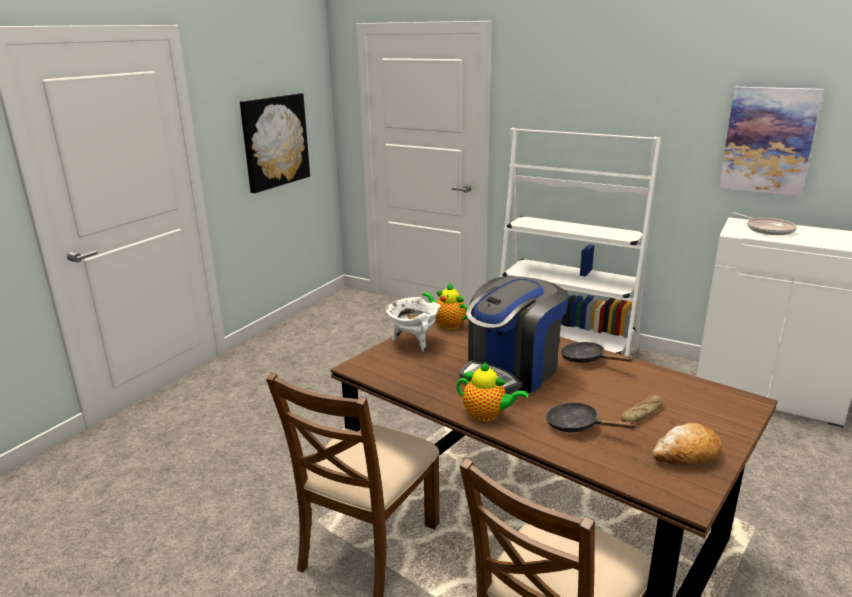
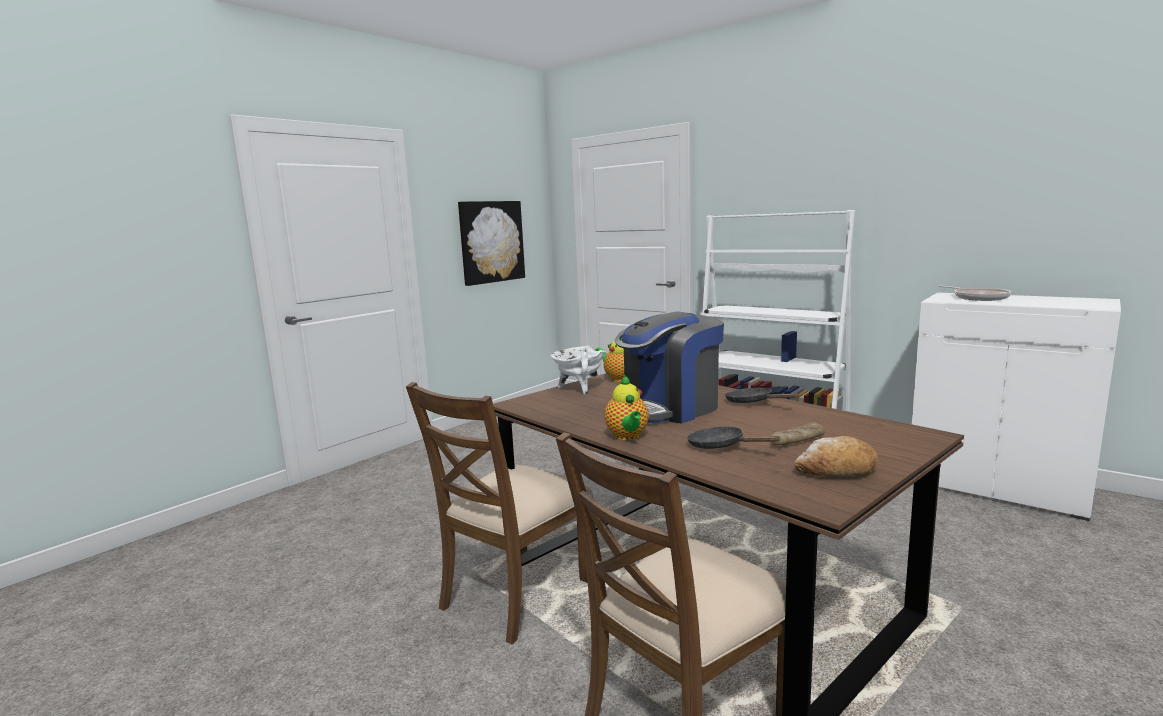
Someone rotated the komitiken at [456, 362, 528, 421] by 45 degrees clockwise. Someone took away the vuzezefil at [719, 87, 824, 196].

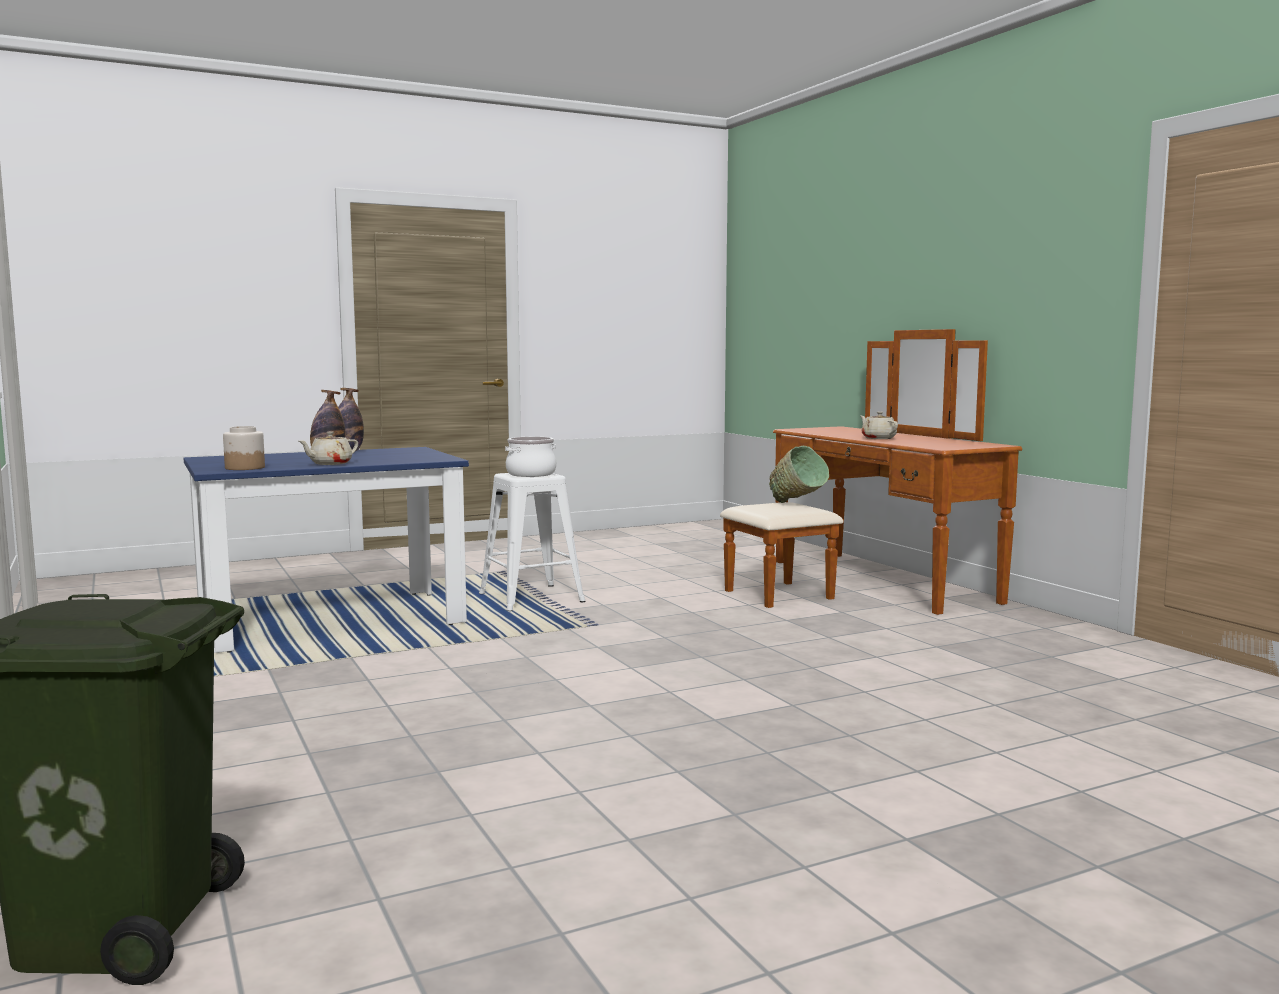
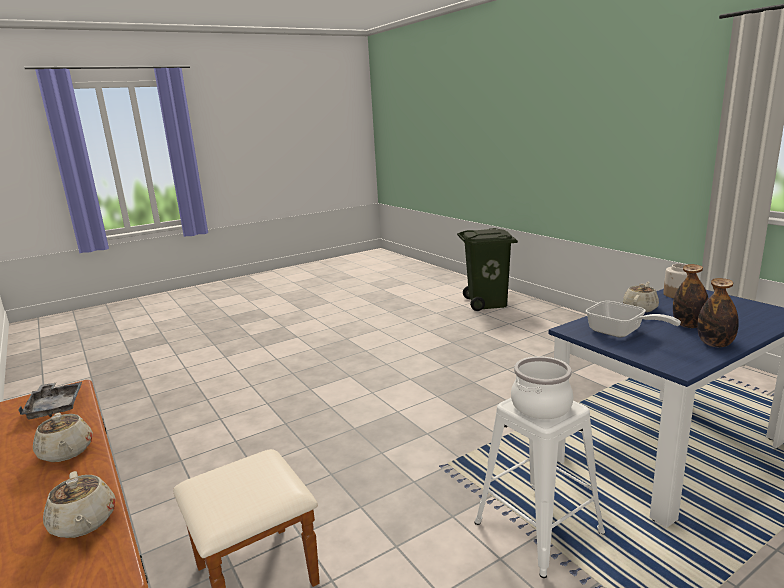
Someone took away the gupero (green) at [769, 446, 829, 503]. Someone put down the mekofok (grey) at [18, 382, 82, 420]. Someone put down the komitiken (beige) at [43, 471, 115, 538]. Someone put down the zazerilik at [586, 301, 681, 338].

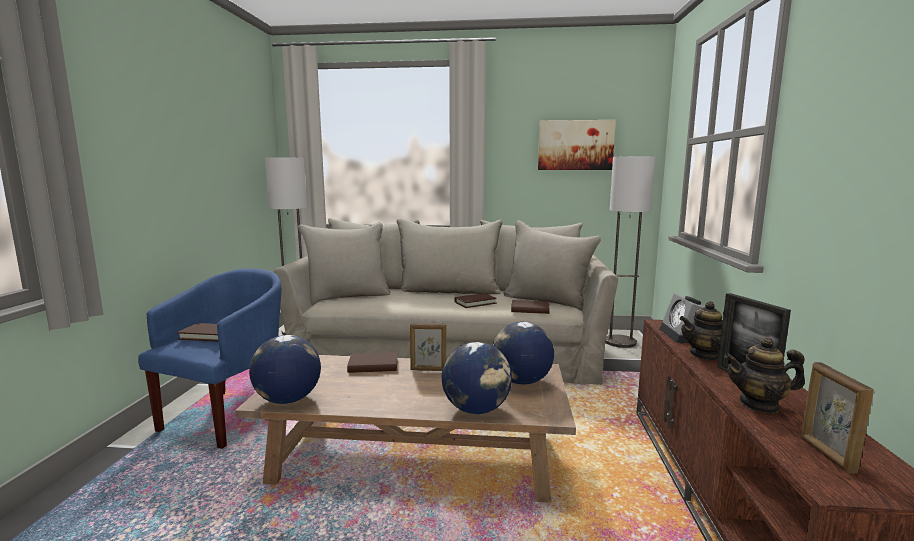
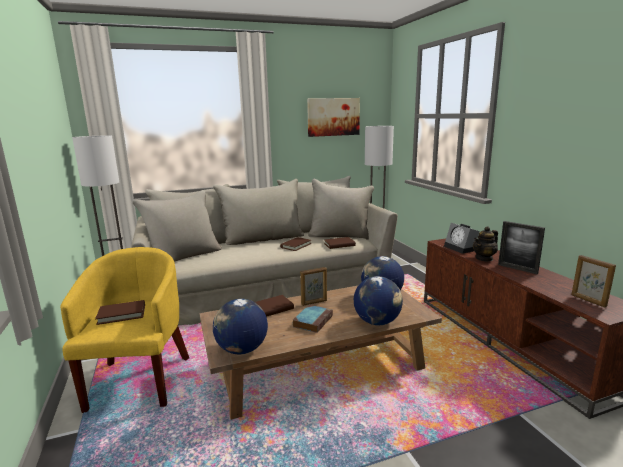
Someone repainted the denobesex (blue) at [138, 269, 282, 449], which became the denobesex (yellow) at [60, 247, 189, 413]. Someone took away the komitiken at [724, 337, 805, 413]. Someone put down the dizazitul at [293, 305, 333, 333].

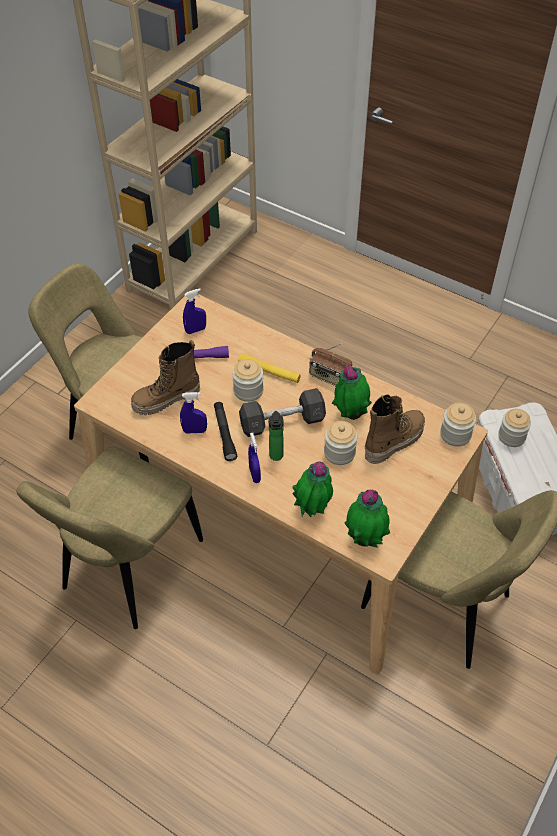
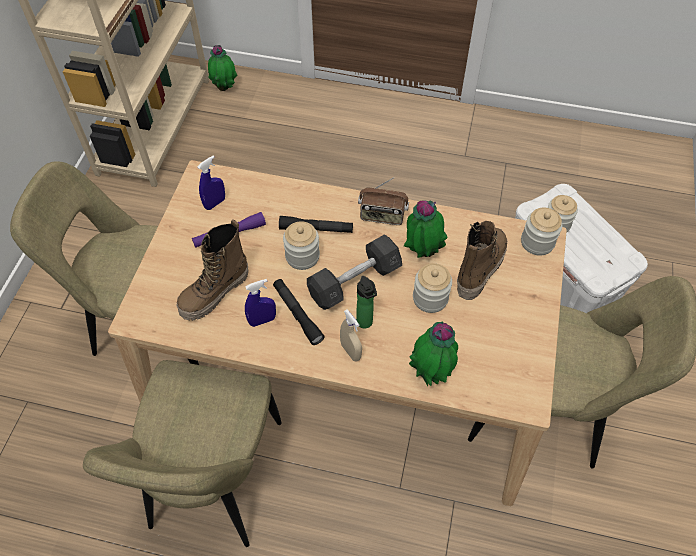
Someone repainted the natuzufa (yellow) at [238, 353, 301, 383], which became the natuzufa (black) at [279, 216, 353, 233]. Someone repainted the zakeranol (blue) at [248, 433, 261, 483], which became the zakeranol (beige) at [340, 310, 362, 362]. Someone carried the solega from [345, 490, 390, 548] to [208, 45, 237, 91].

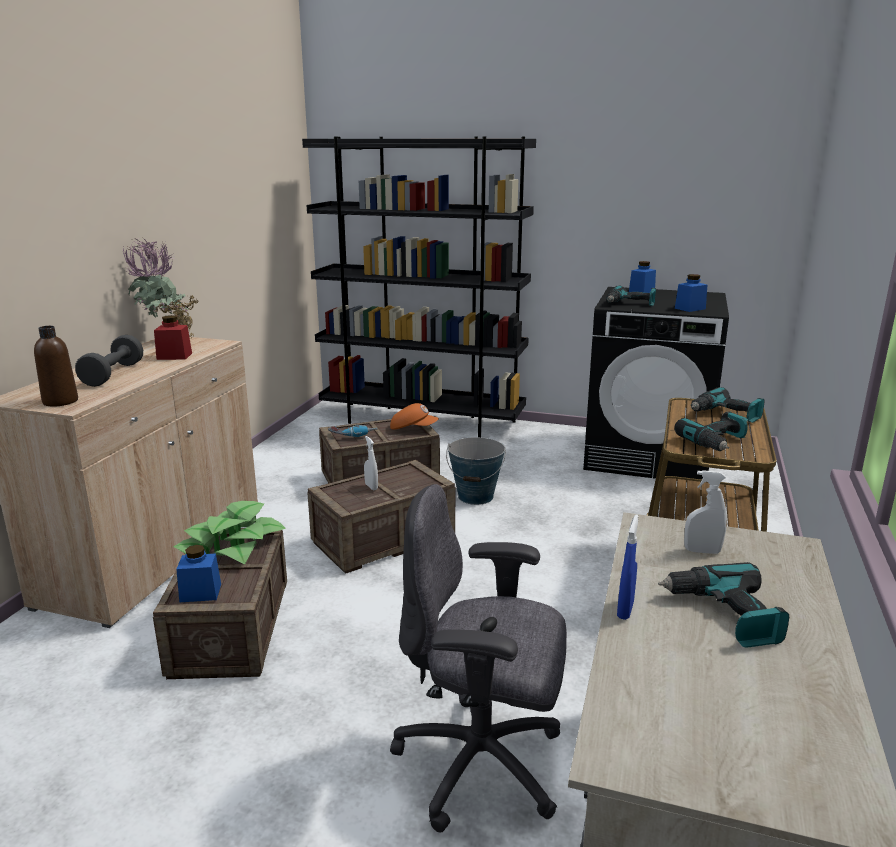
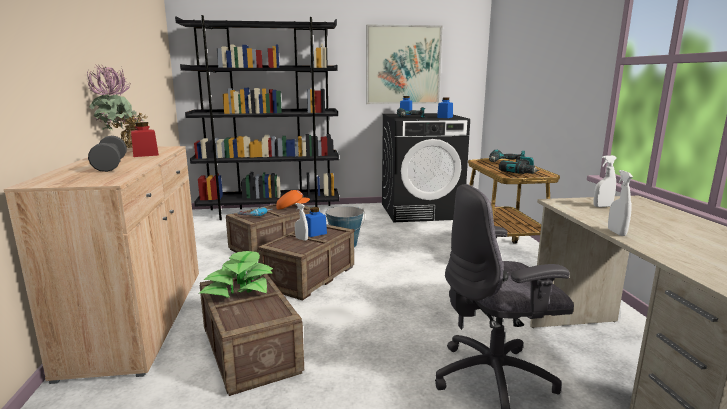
Someone took away the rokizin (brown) at [34, 326, 78, 407]. Someone carried the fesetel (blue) from [176, 545, 221, 603] to [305, 207, 327, 237]. Someone repainted the zakeranol (blue) at [617, 515, 638, 620], which became the zakeranol (white) at [608, 170, 633, 236]. Someone took away the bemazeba at [658, 562, 789, 648]. Someone put up the vuzezefil at [366, 24, 443, 104].

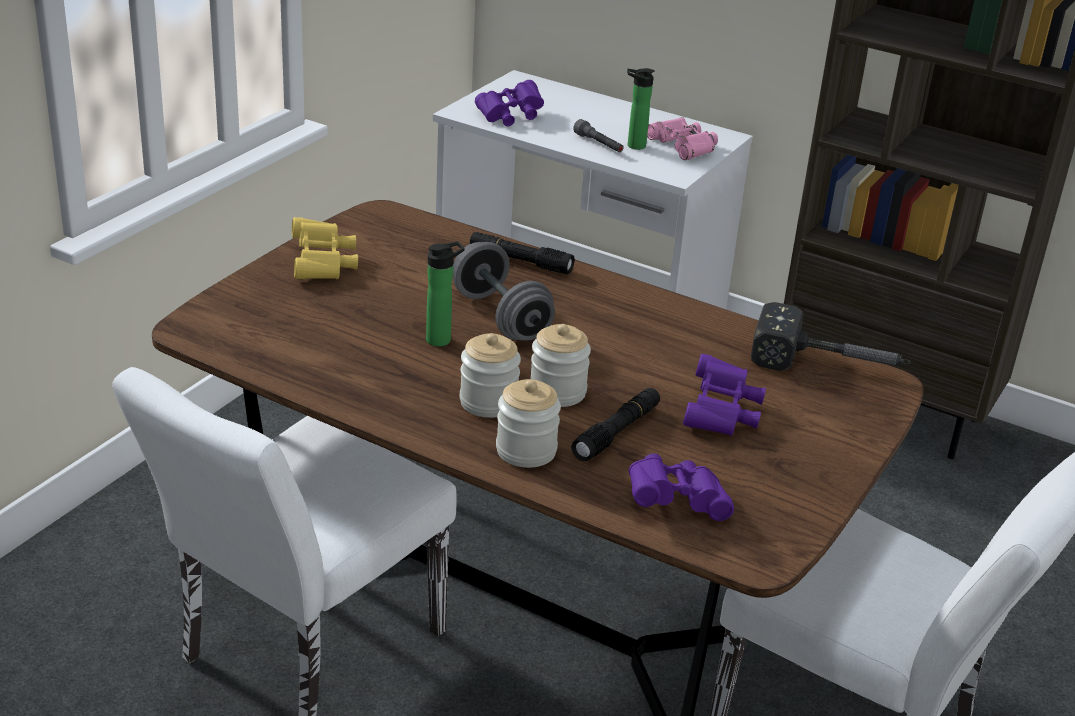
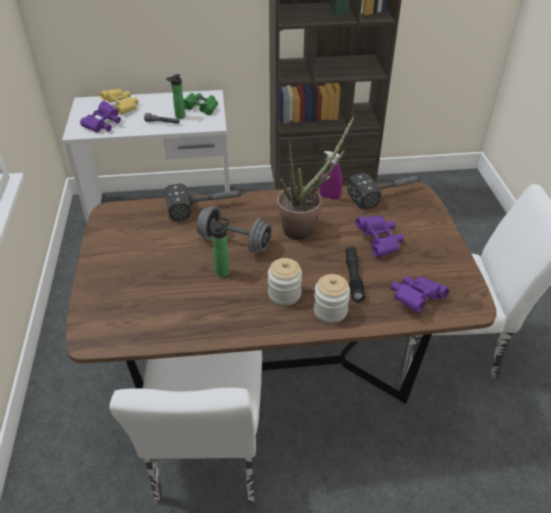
Someone carried the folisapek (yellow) from [292, 217, 358, 279] to [100, 89, 139, 115]. Someone swapped the natuzufa (black) at [470, 232, 575, 274] for the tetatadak at [165, 184, 245, 221]. Someone took away the fesetel at [530, 324, 591, 407]. Someone repainted the folisapek (pink) at [647, 117, 718, 160], which became the folisapek (green) at [184, 93, 218, 115]. Someone put down the solega at [277, 116, 354, 240]. Someone put down the zakeranol (purple) at [319, 151, 342, 200].

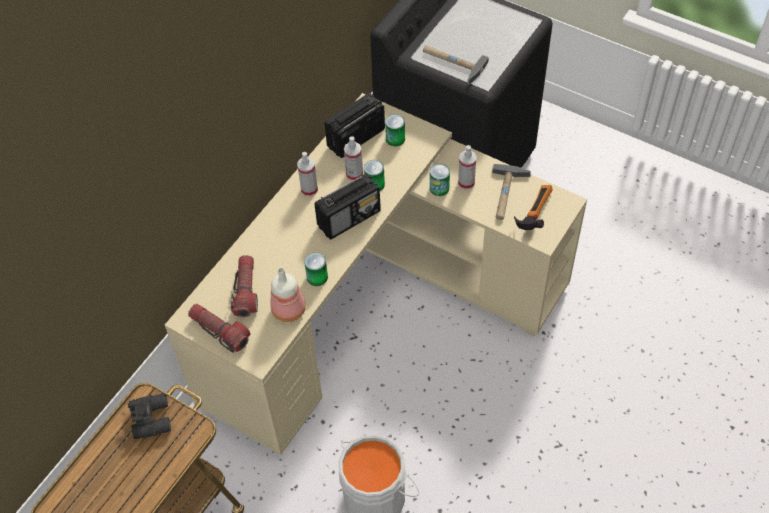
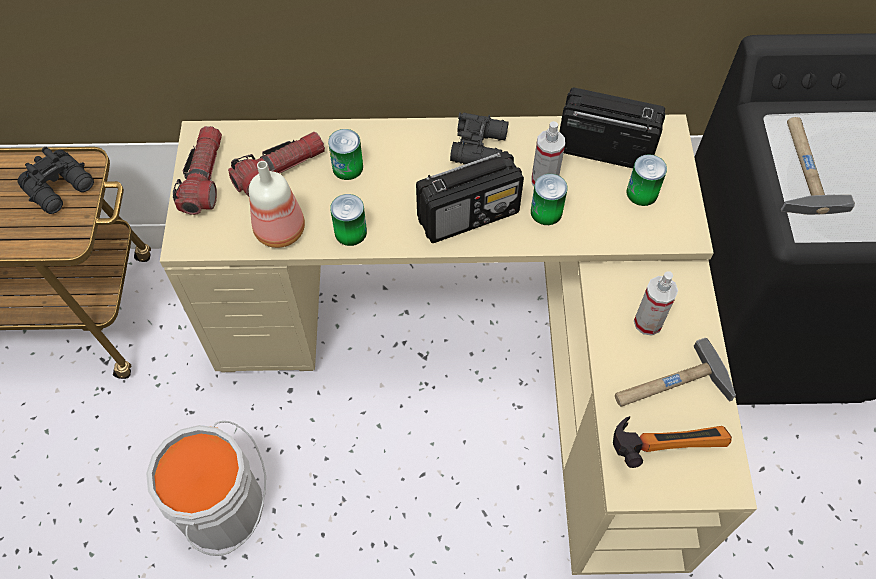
Someone swapped the zakeranol at [297, 152, 318, 197] for the folisapek (black) at [450, 112, 509, 164]. Someone rotated the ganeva at [314, 174, 381, 240] by 45 degrees counterclockwise. Someone carried the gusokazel from [430, 164, 450, 196] to [328, 129, 363, 180].

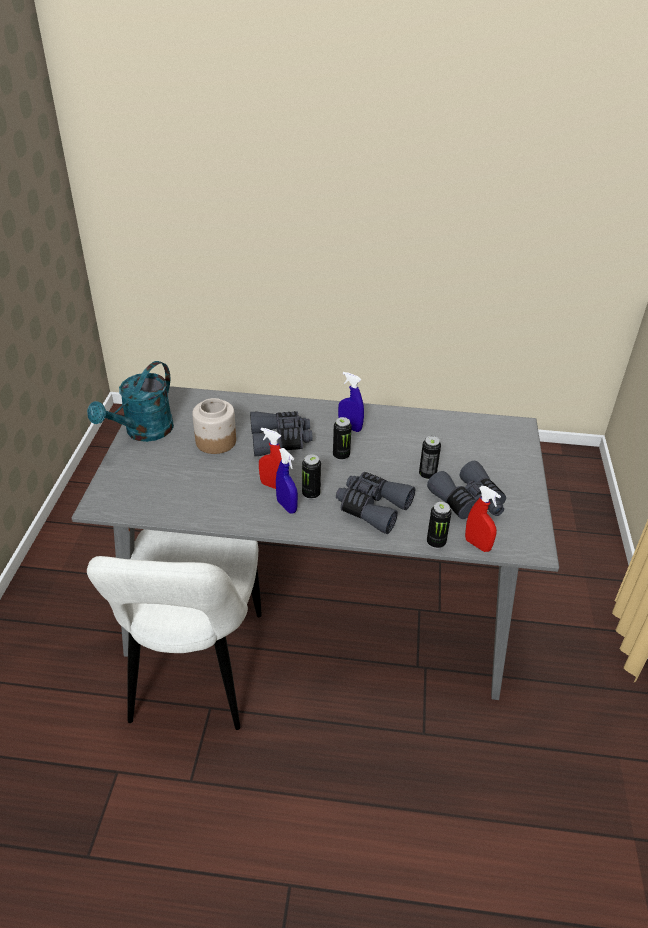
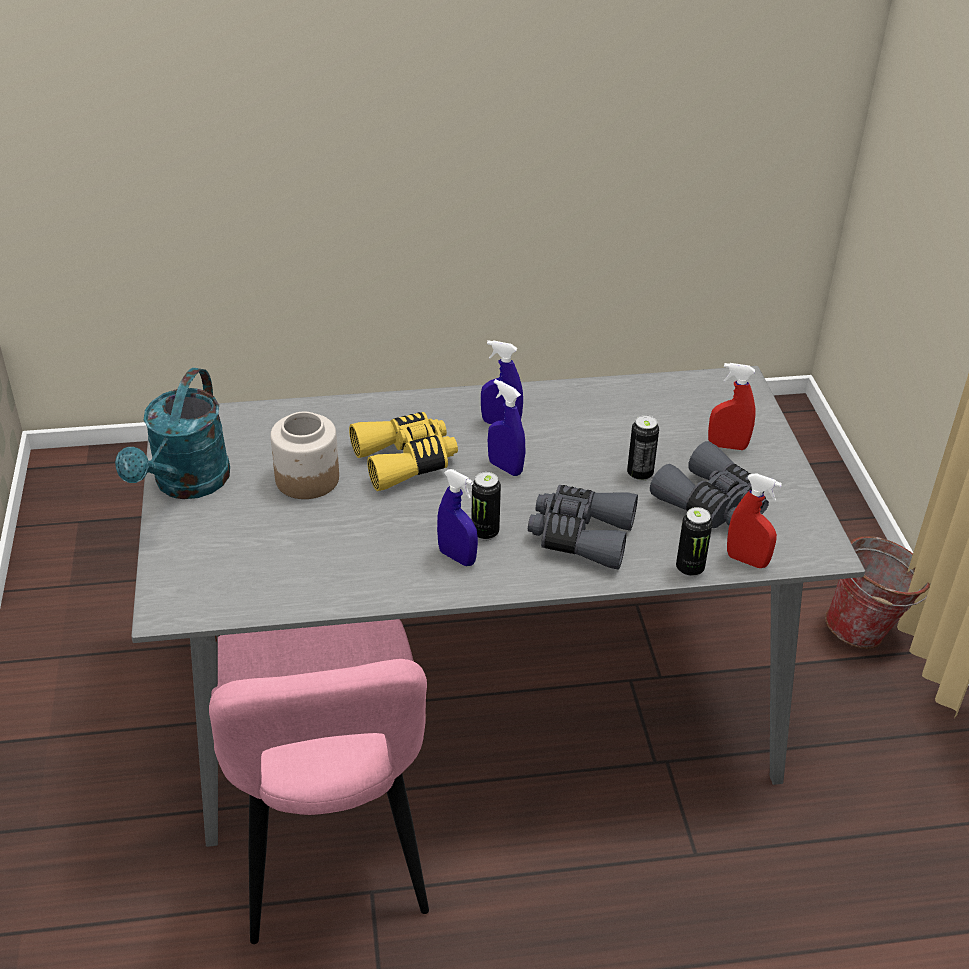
Someone repainted the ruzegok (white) at [87, 529, 262, 730], which became the ruzegok (pink) at [209, 619, 429, 944]. Someone repainted the folisapek (grey) at [250, 411, 313, 456], which became the folisapek (yellow) at [349, 412, 458, 491]. Someone carried the zakeranol (red) from [259, 428, 282, 489] to [708, 363, 756, 450]. Someone swapped the gusokazel at [333, 417, 352, 460] for the zakeranol (blue) at [488, 379, 525, 476]. Someone put down the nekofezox at [825, 536, 930, 649].

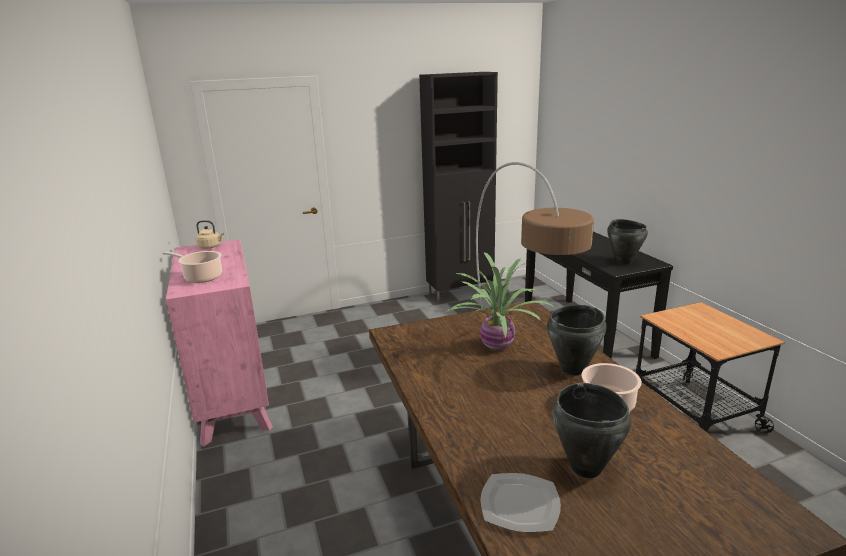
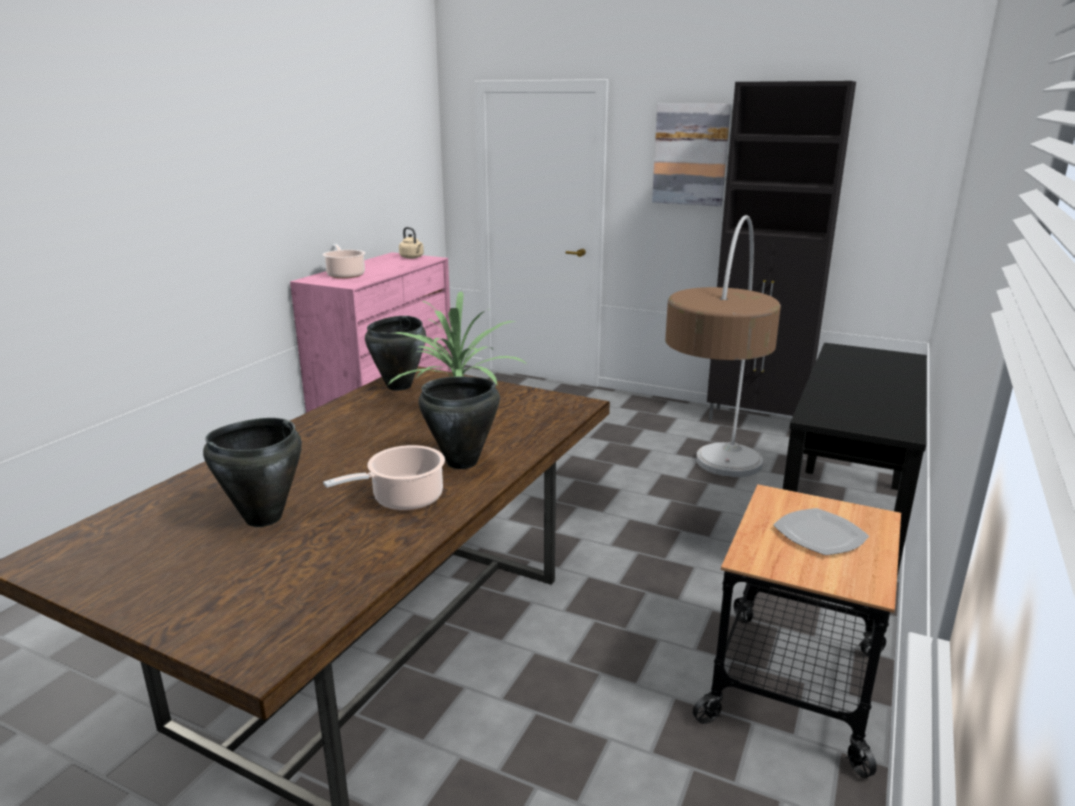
Someone carried the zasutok from [481, 473, 561, 532] to [774, 508, 869, 556]. Someone carried the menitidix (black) from [607, 219, 648, 265] to [365, 316, 426, 391]. Someone put up the vuzezefil at [652, 104, 731, 206].

